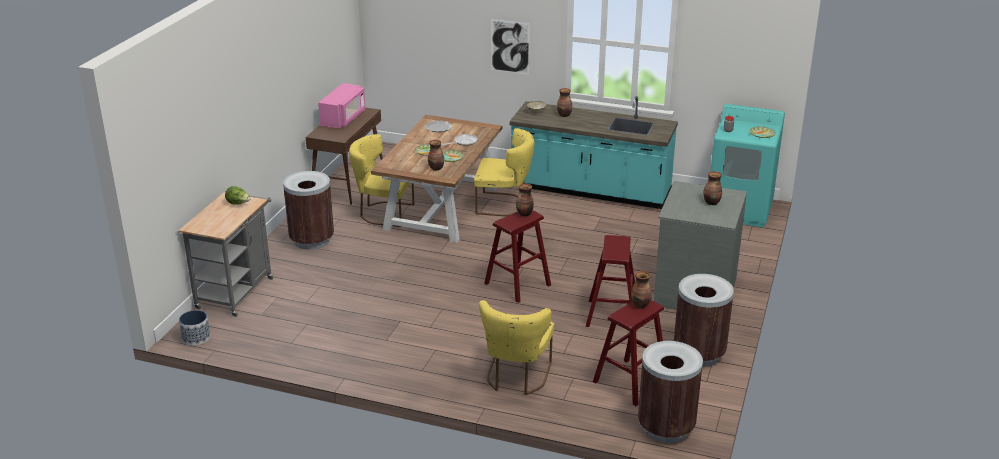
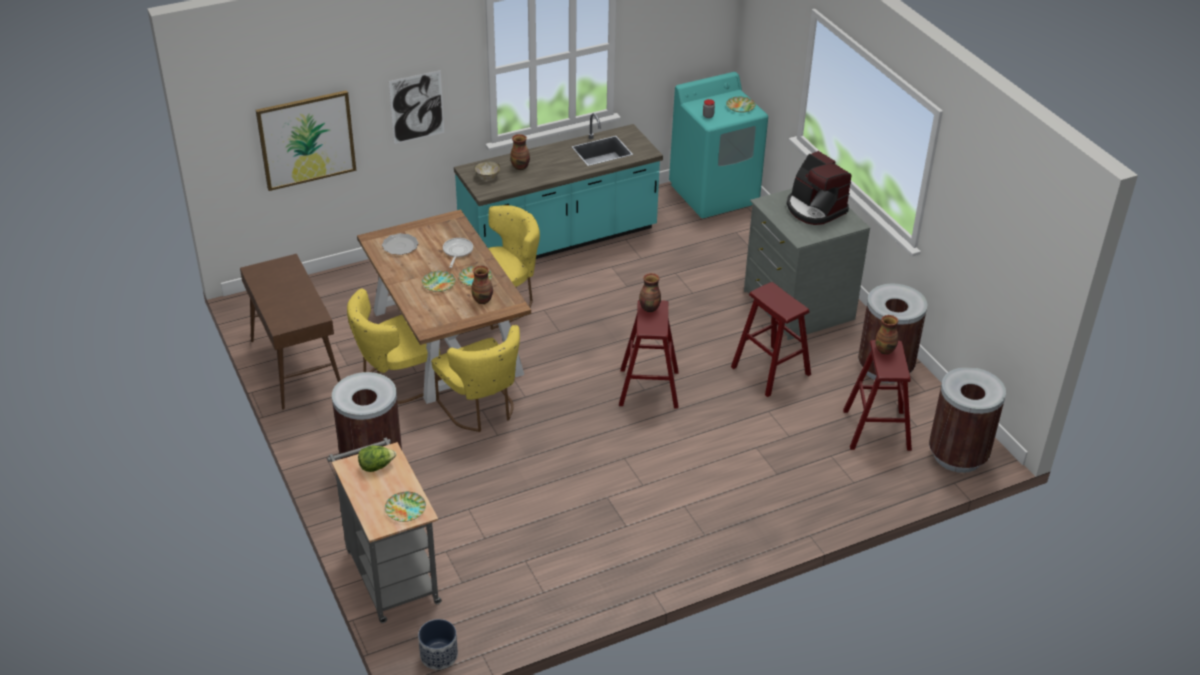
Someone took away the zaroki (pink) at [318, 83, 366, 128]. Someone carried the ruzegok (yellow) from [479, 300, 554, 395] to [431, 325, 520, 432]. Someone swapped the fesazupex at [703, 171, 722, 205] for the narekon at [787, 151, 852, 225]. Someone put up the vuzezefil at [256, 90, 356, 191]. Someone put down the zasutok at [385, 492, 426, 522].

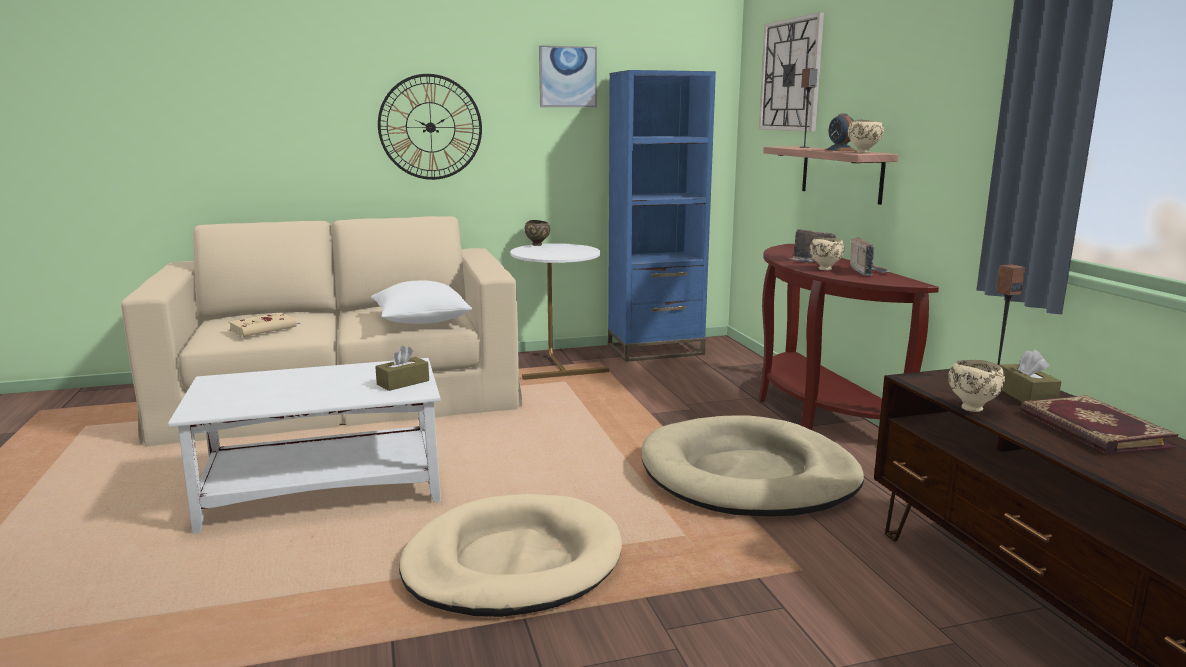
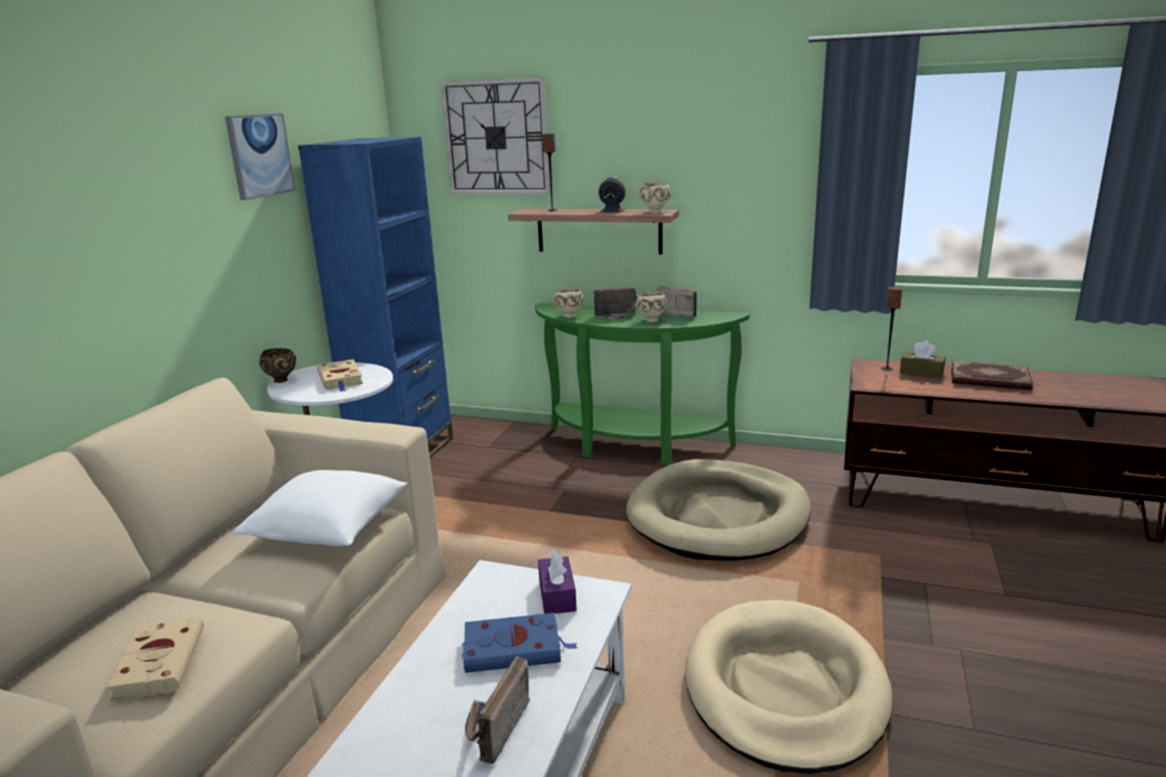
Someone repainted the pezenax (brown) at [375, 346, 429, 391], which became the pezenax (purple) at [538, 550, 577, 614]. Someone took away the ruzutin at [378, 74, 482, 180]. Someone repainted the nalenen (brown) at [759, 244, 939, 430], which became the nalenen (green) at [535, 303, 750, 466]. Someone carried the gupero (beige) from [948, 360, 1005, 412] to [554, 288, 583, 318]. Someone put down the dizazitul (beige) at [317, 359, 363, 392]. Someone put down the dizazitul (blue) at [462, 613, 578, 673]. Someone put down the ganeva at [465, 656, 530, 764].

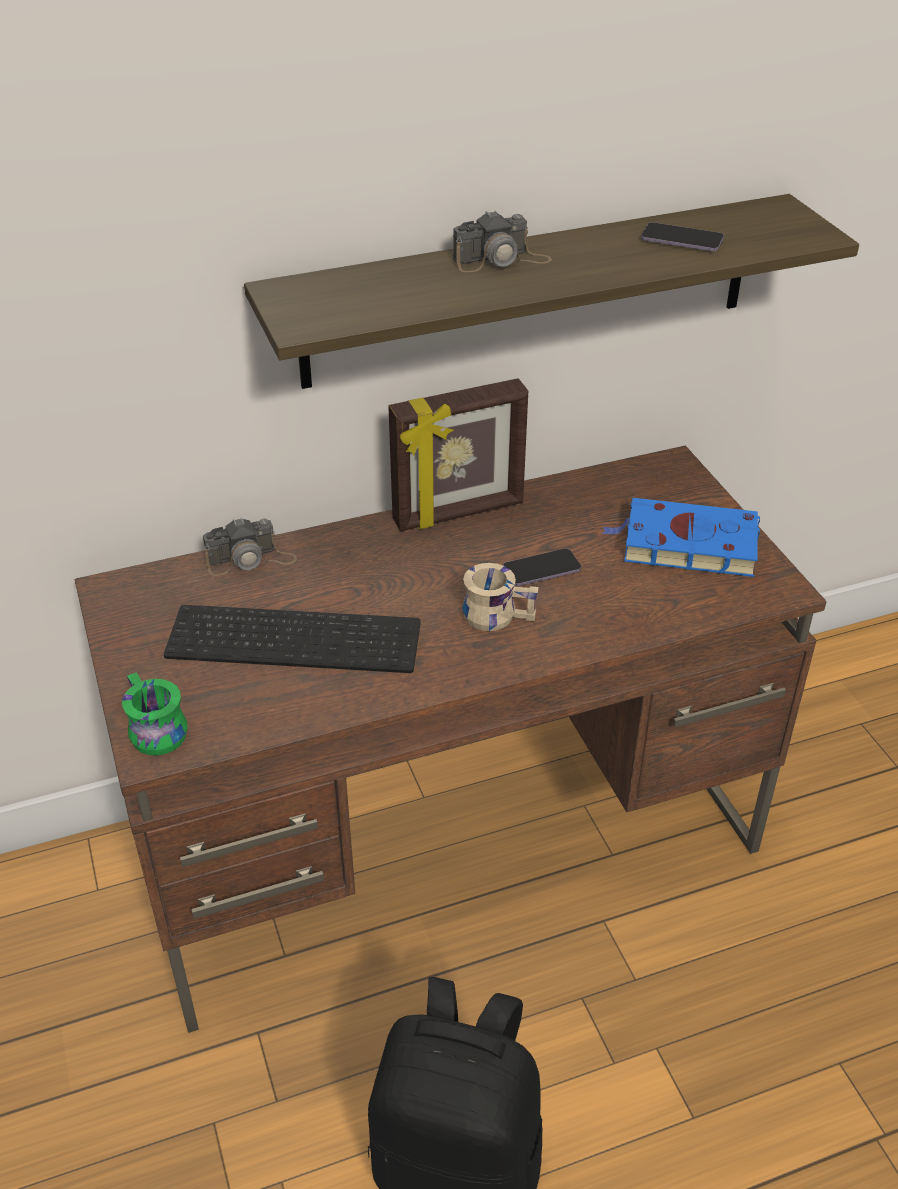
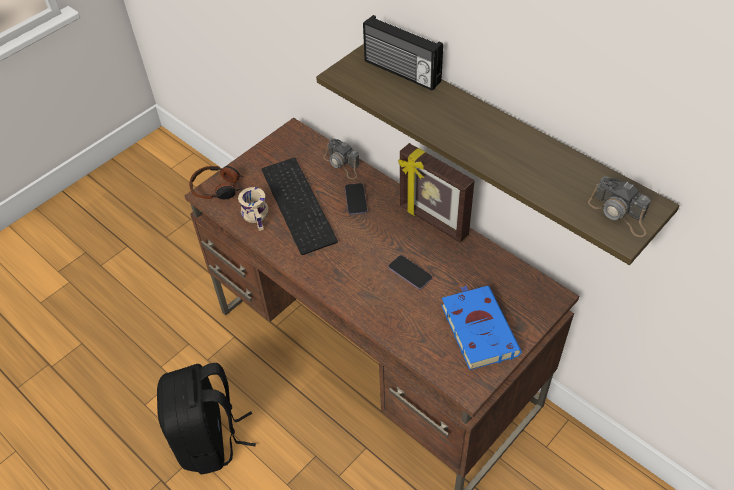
Someone swapped the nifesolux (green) at [122, 672, 188, 756] for the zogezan at [189, 166, 243, 199]. Someone carried the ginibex from [453, 210, 552, 272] to [588, 176, 650, 237]. Someone carried the nifesolux (beige) from [462, 563, 539, 631] to [238, 187, 268, 231]. Someone carried the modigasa from [641, 222, 724, 252] to [345, 183, 367, 215]. Someone put down the ganeva at [363, 15, 443, 91].

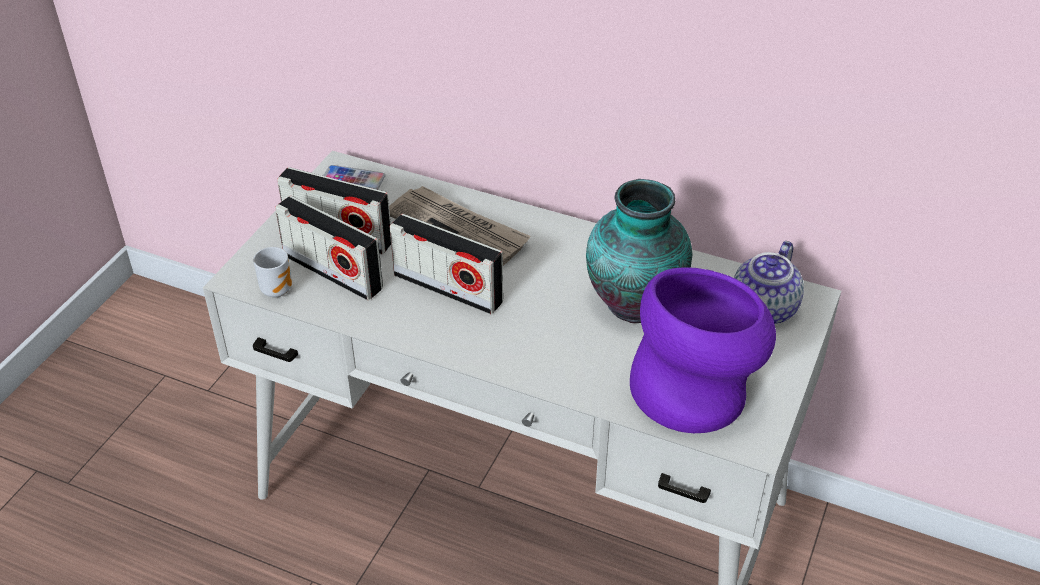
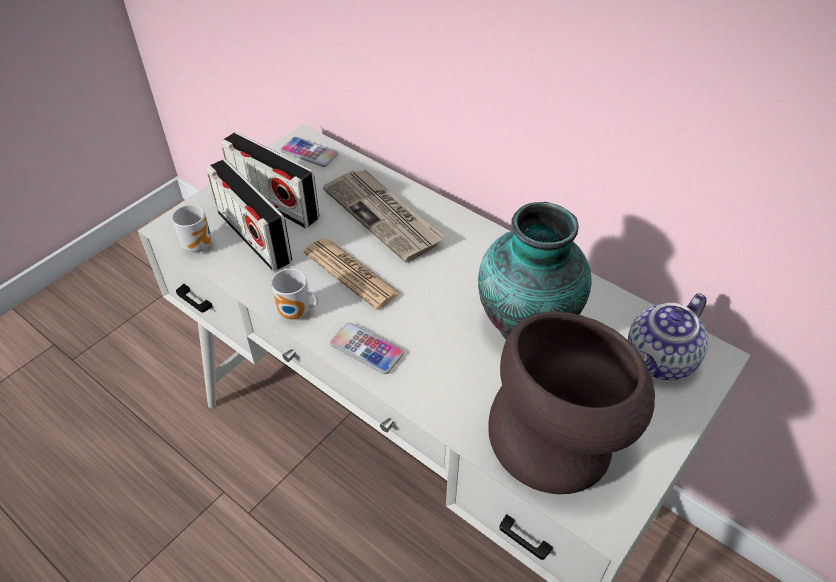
Someone swapped the ganeva at [389, 214, 503, 314] for the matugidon at [304, 238, 401, 310]. Someone repainted the fesazupex (purple) at [630, 267, 776, 433], which became the fesazupex (brown) at [488, 312, 655, 494]. Someone put down the nifesolux at [271, 269, 318, 319]. Someone put down the modigasa at [330, 323, 404, 374].

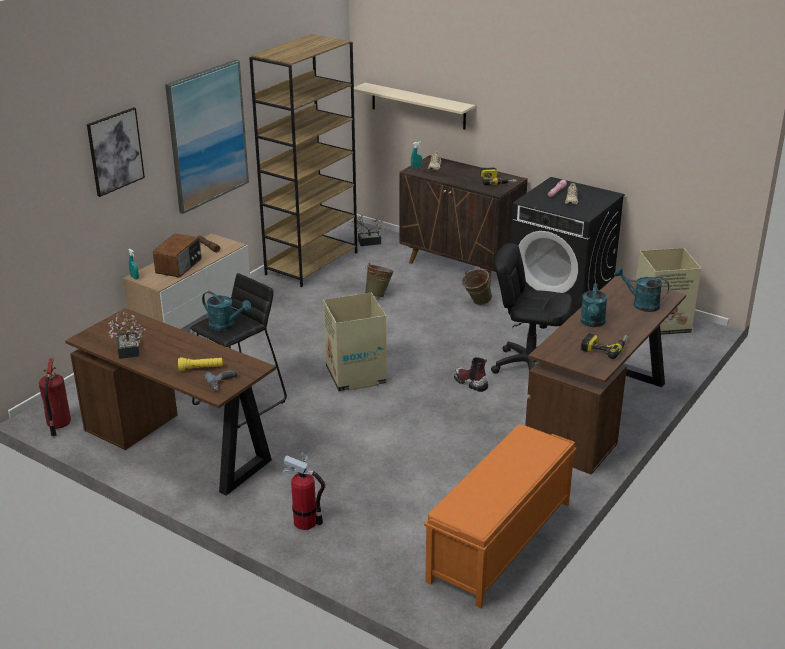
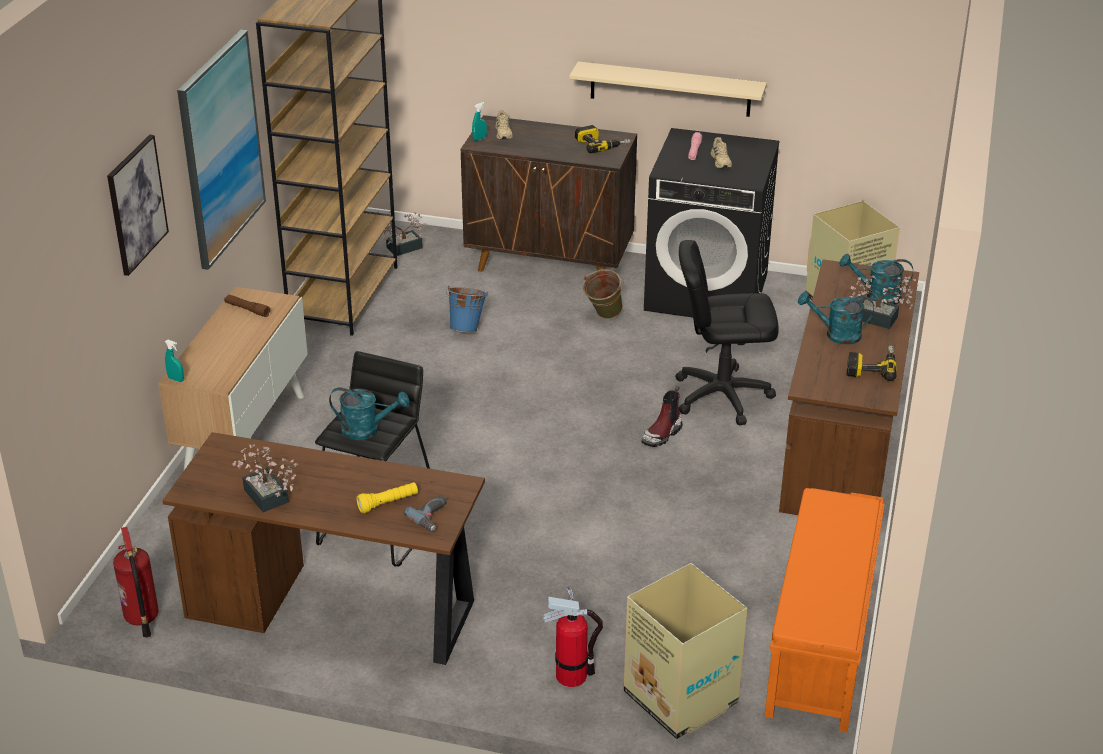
Someone took away the ganeva at [153, 234, 201, 277]. Someone carried the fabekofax from [323, 293, 387, 391] to [624, 563, 747, 739]. Someone carried the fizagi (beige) from [354, 83, 475, 129] to [569, 61, 767, 117]. Someone repainted the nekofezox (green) at [365, 263, 394, 298], which became the nekofezox (blue) at [446, 286, 488, 333]. Someone rotated the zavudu at [454, 357, 488, 392] by 75 degrees counterclockwise. Someone rotated the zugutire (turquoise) at [580, 283, 607, 327] by 105 degrees clockwise. Someone put down the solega at [849, 276, 916, 329].

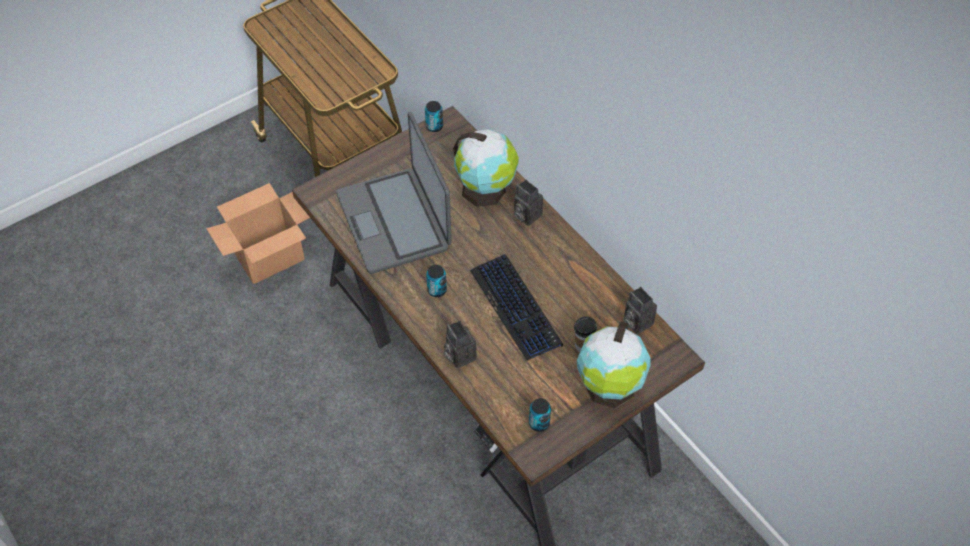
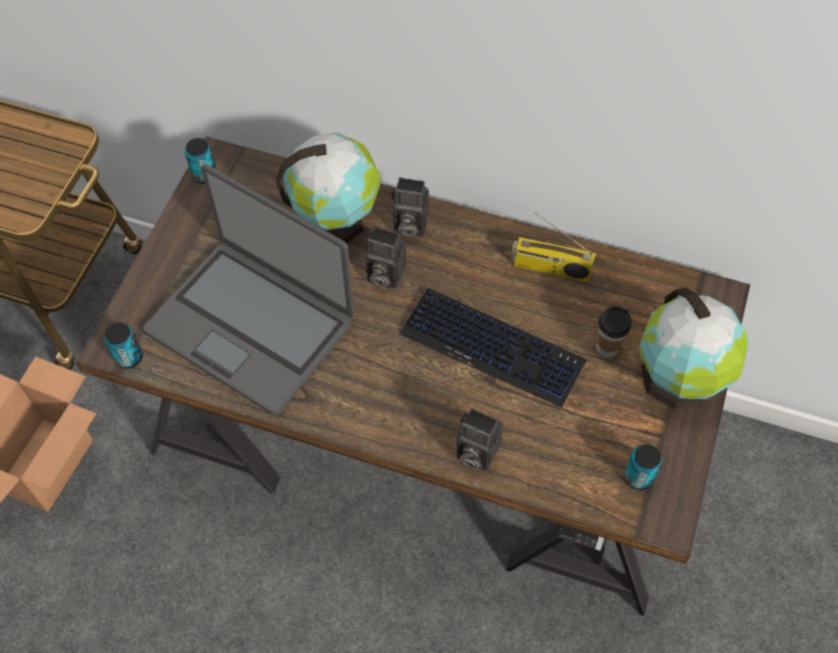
Someone carried the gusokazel from [426, 265, 447, 297] to [105, 323, 143, 369]. Someone carried the ginibex from [624, 287, 657, 334] to [366, 227, 407, 289]. Someone put down the ganeva at [511, 212, 595, 282].

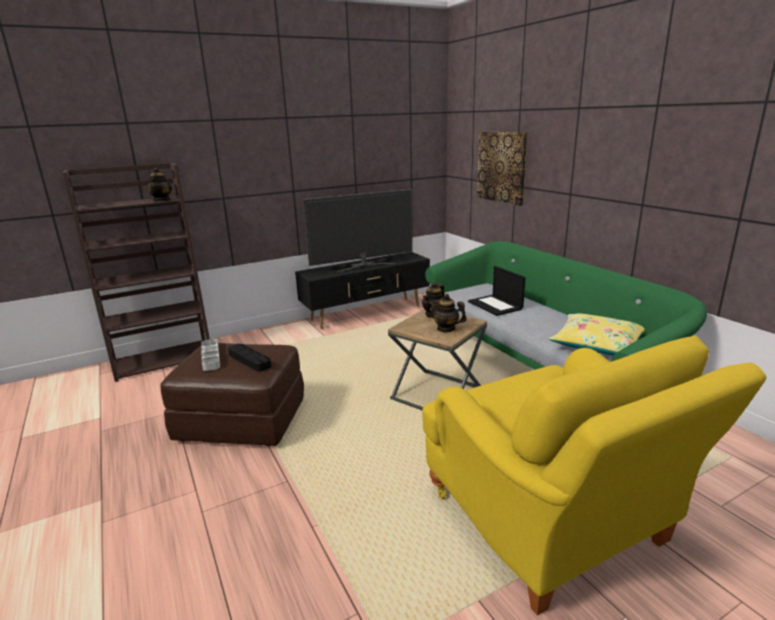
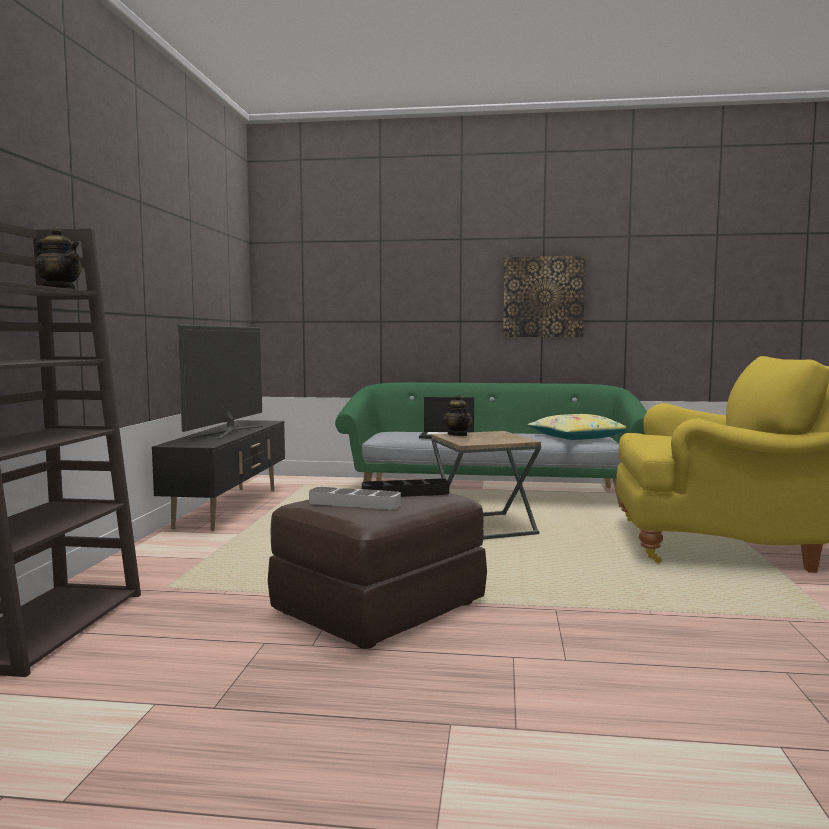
Someone took away the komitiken at [428, 294, 467, 332]. Someone carried the vuzezefil from [477, 132, 528, 206] to [503, 256, 585, 337].

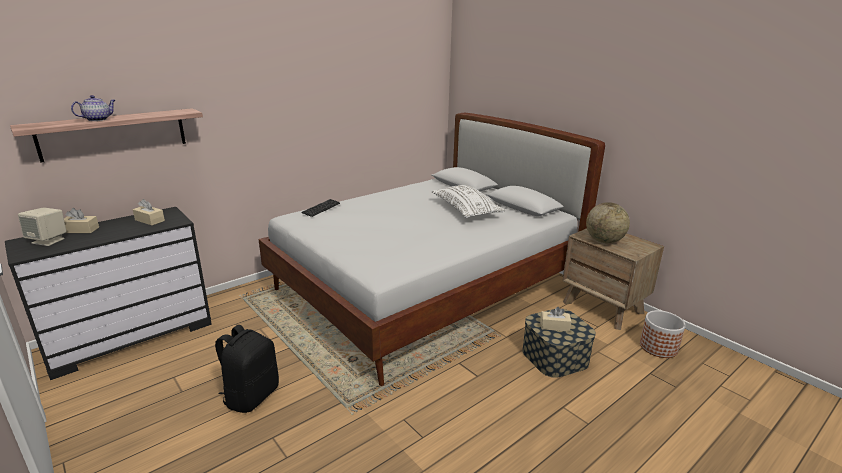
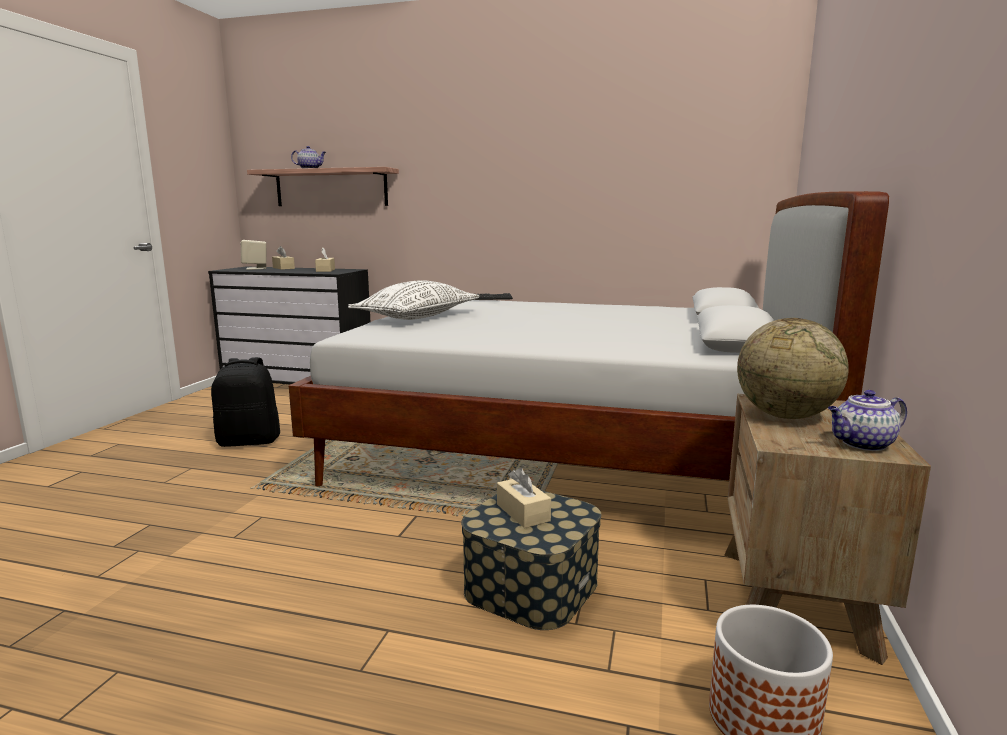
Someone carried the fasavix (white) from [432, 185, 506, 218] to [348, 280, 479, 320]. Someone put down the komitiken at [828, 390, 907, 451].

